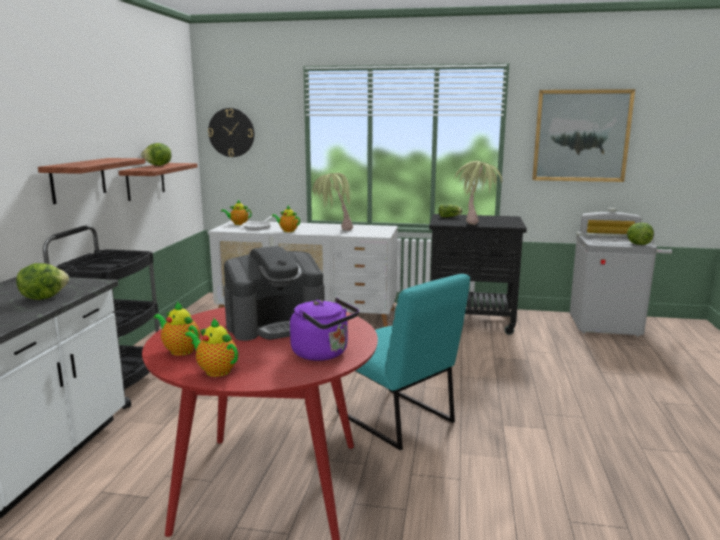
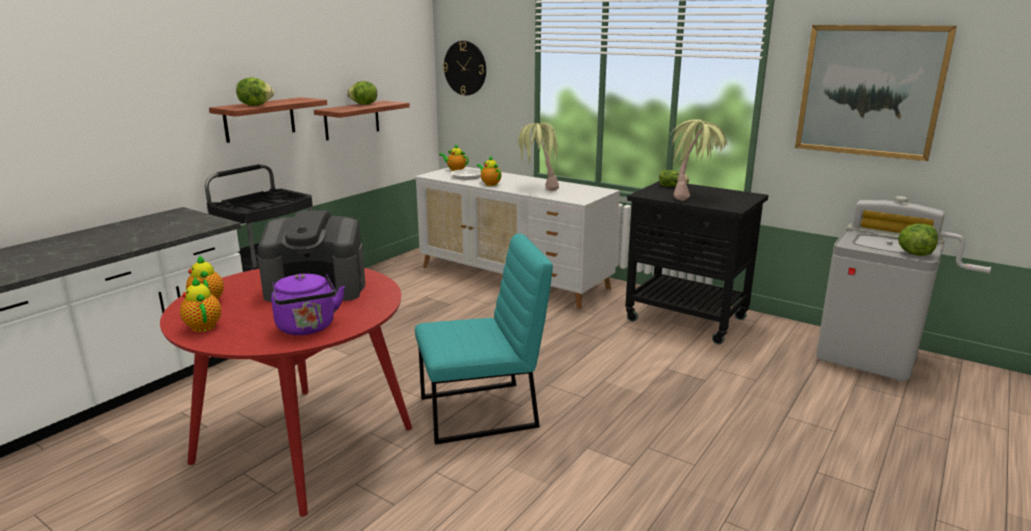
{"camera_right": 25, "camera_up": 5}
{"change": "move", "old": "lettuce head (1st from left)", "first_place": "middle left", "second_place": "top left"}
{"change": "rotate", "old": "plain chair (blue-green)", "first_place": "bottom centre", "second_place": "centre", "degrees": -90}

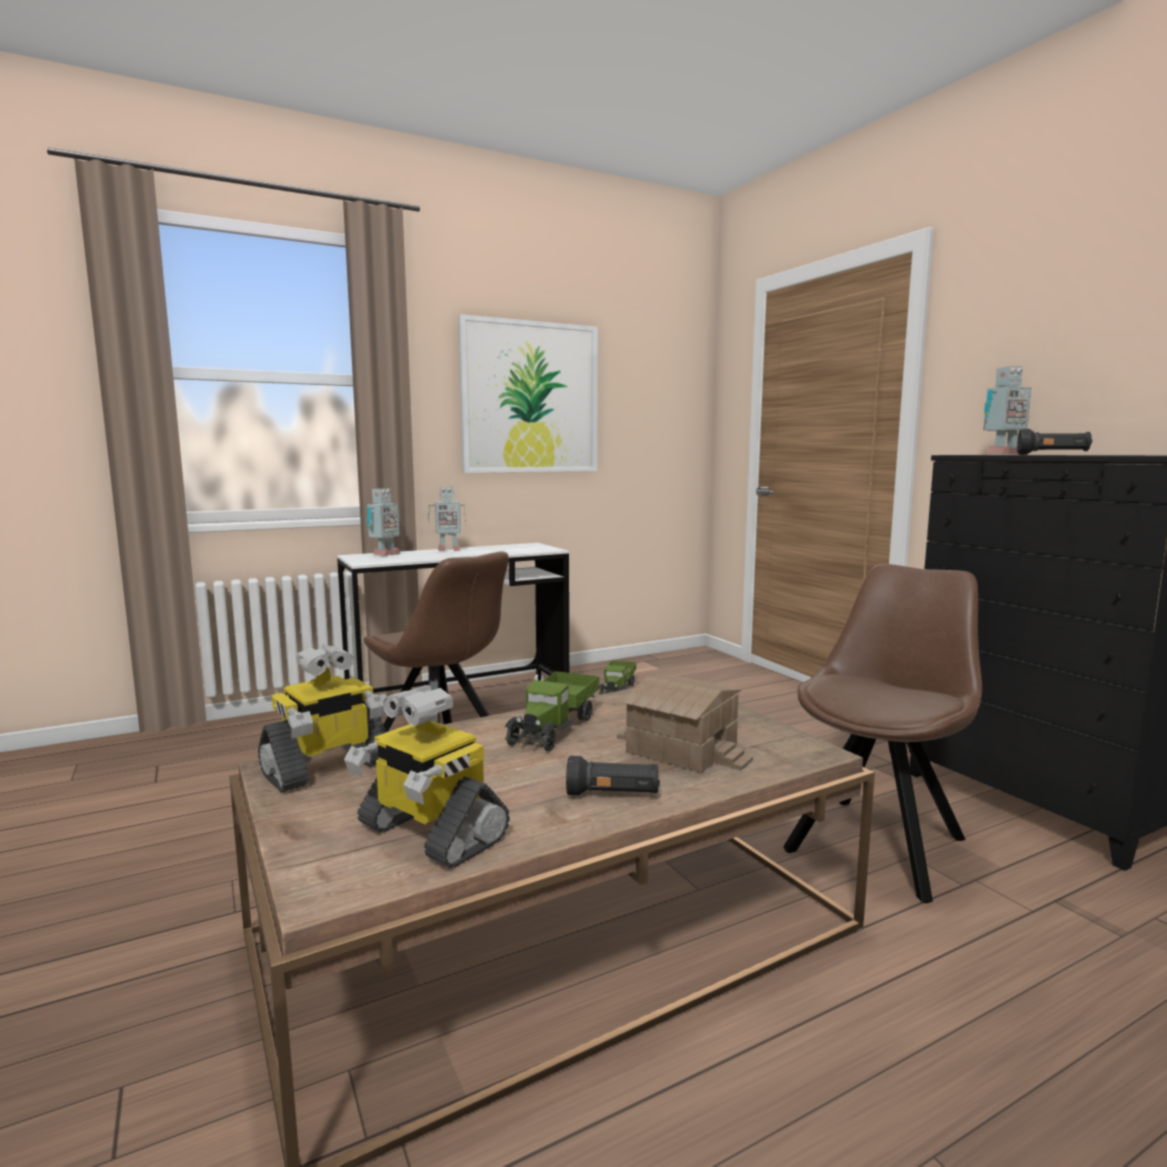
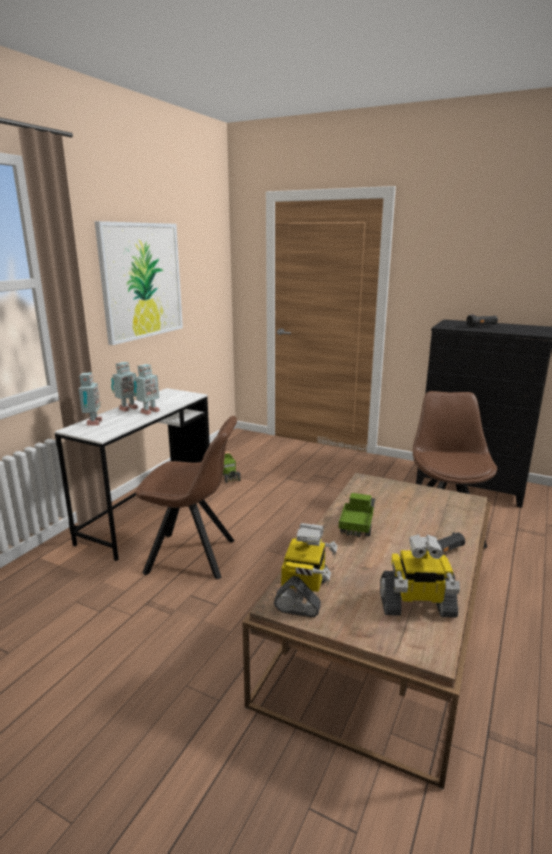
{"camera_right": -35, "camera_up": 10}
{"change": "move", "old": "robot figure (5th from left in the first image)", "new": "robot figure (3rd from left)", "first_place": "middle right", "second_place": "middle left"}
{"change": "rotate", "old": "toy truck (1st from left in the first image)", "first_place": "centre", "second_place": "centre", "degrees": -150}
{"change": "delete", "old": "miniature house", "first_place": "centre"}

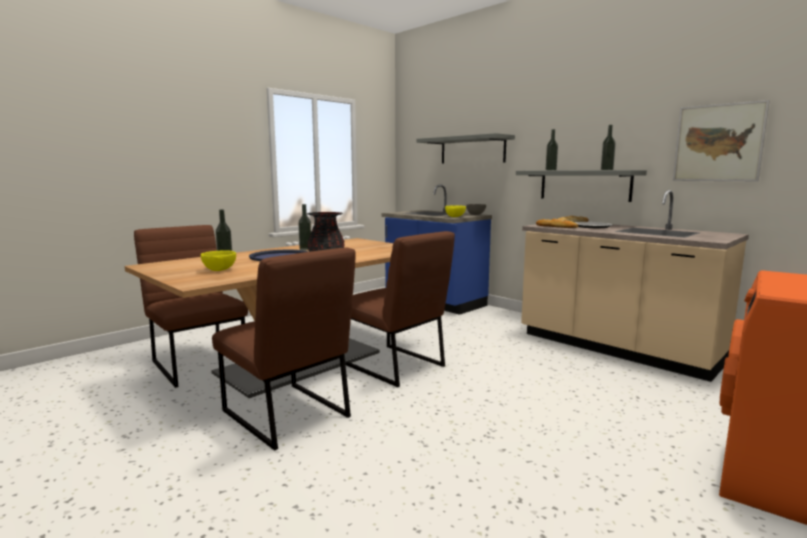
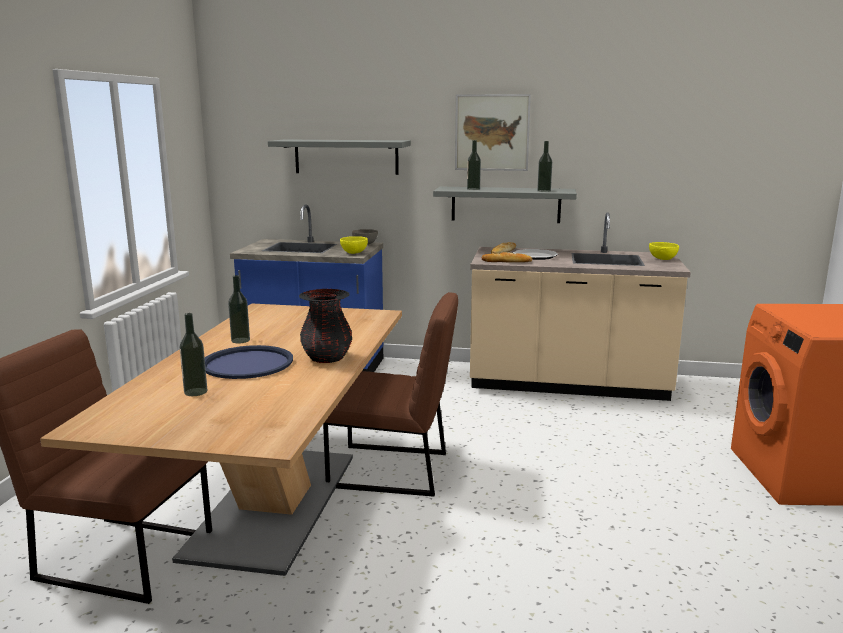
{"camera_right": -35, "camera_up": 5}
{"change": "move", "old": "wall picture", "first_place": "top right", "second_place": "top centre"}
{"change": "delete", "old": "plain chair (brown-coloured) (2nd from left)", "first_place": "centre"}
{"change": "move", "old": "bowl (yellow) (1st from left in the first image)", "new": "bowl (yellow) (2nd from left)", "first_place": "middle left", "second_place": "middle right"}

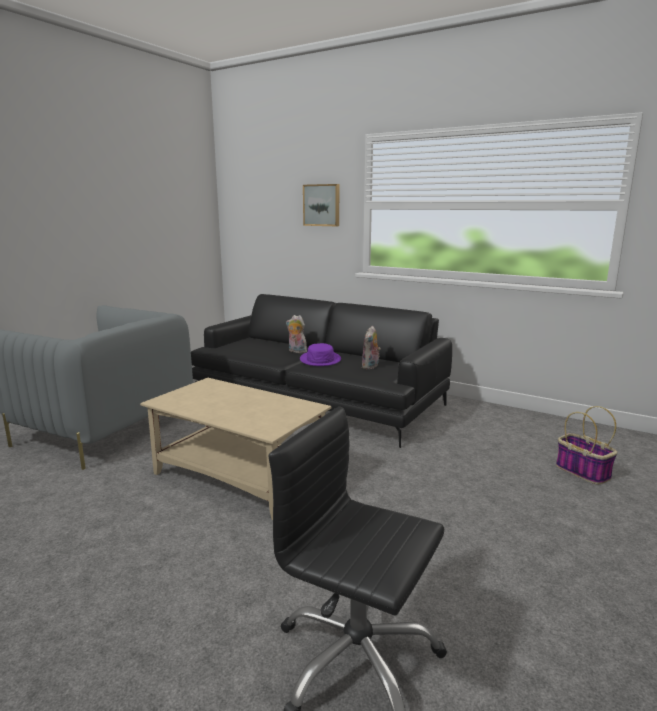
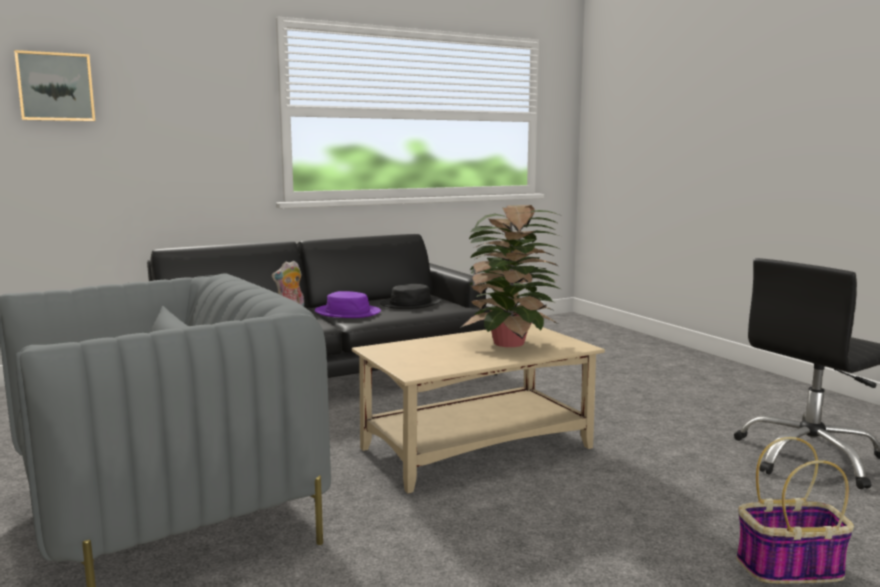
{"camera_right": -60, "camera_up": -5}
{"change": "move", "old": "wall picture", "first_place": "top centre", "second_place": "top left"}
{"change": "replace", "old": "soft toy (2nd from left)", "new": "hat (blackish)", "first_place": "centre", "second_place": "centre"}
{"change": "move", "old": "storage basket", "first_place": "middle right", "second_place": "bottom right"}
{"change": "insert", "new": "houseplant", "second_place": "centre"}

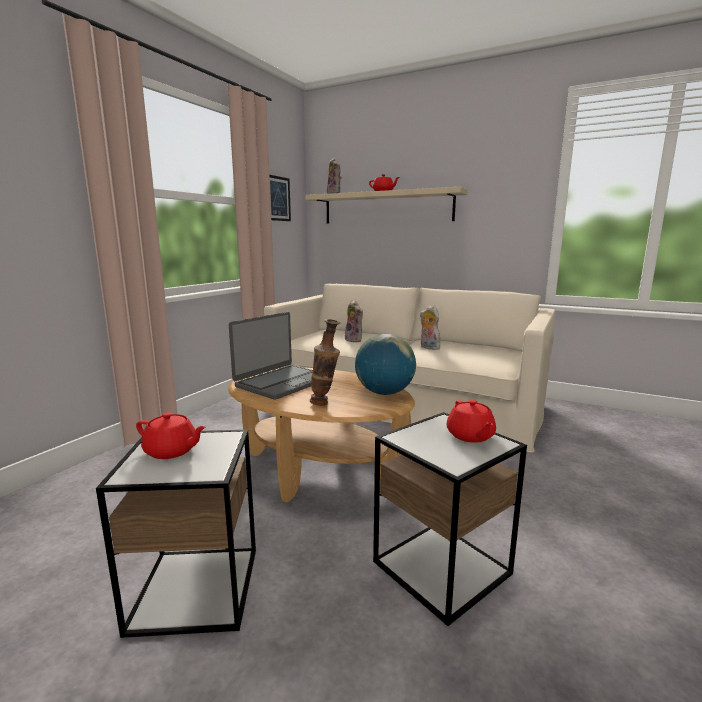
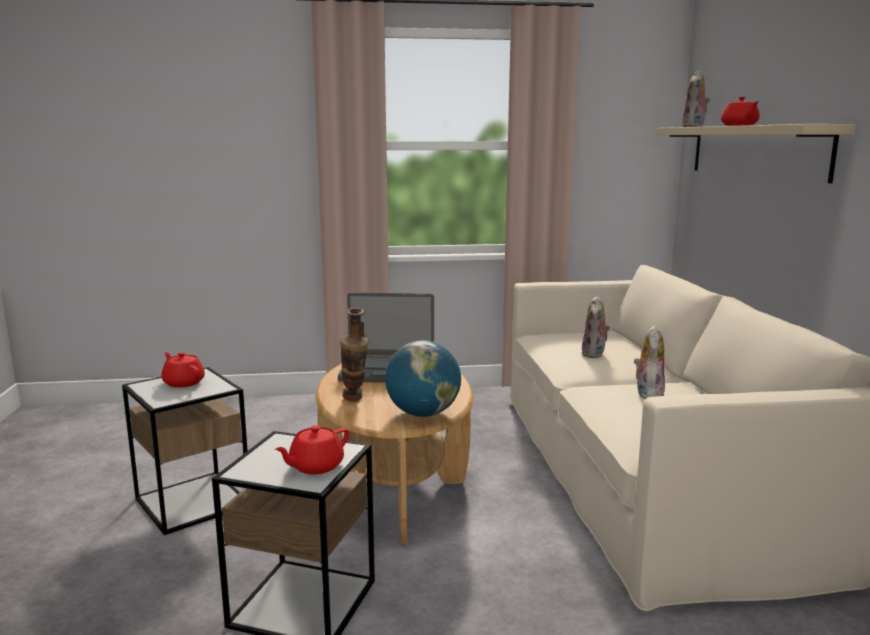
{"camera_right": 55, "camera_up": 0}
{"change": "delete", "old": "wall picture", "first_place": "top centre"}
{"change": "rotate", "old": "tea pot (red) (1st from left)", "first_place": "middle left", "second_place": "middle left", "degrees": 150}

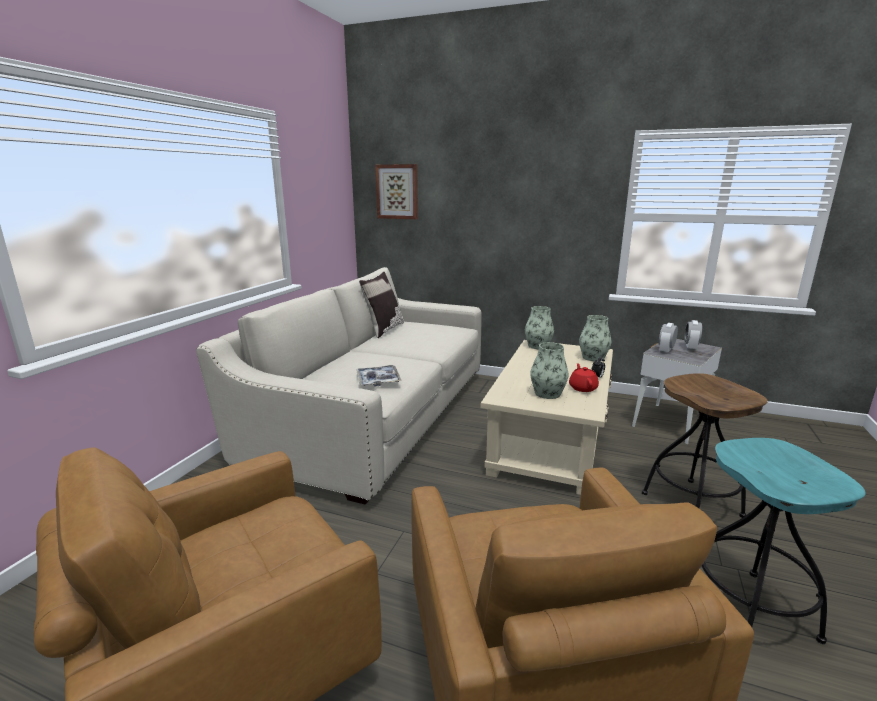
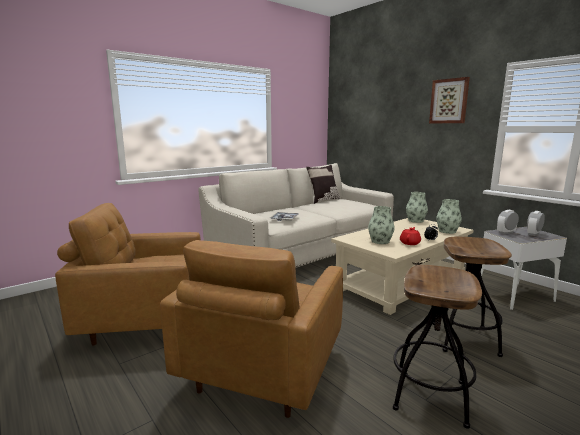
{"camera_right": 30, "camera_up": -5}
{"change": "move", "old": "wall picture", "first_place": "top centre", "second_place": "top right"}
{"change": "recolor", "old": "stool (blue-green)", "new": "stool (brown-coloured) (1st from left)", "first_place": "bottom right", "second_place": "bottom right"}

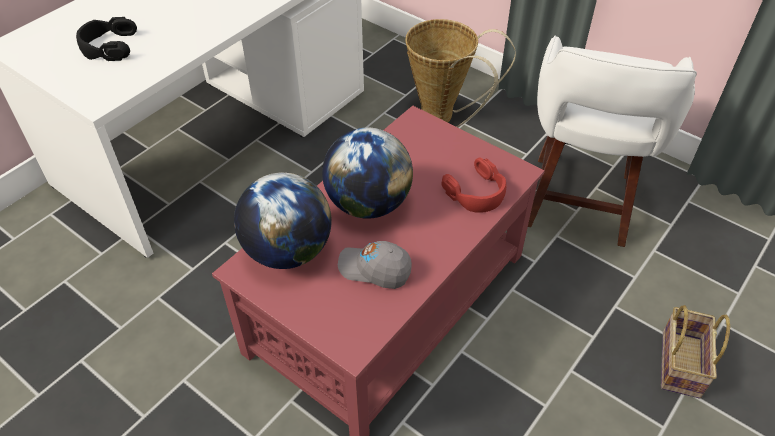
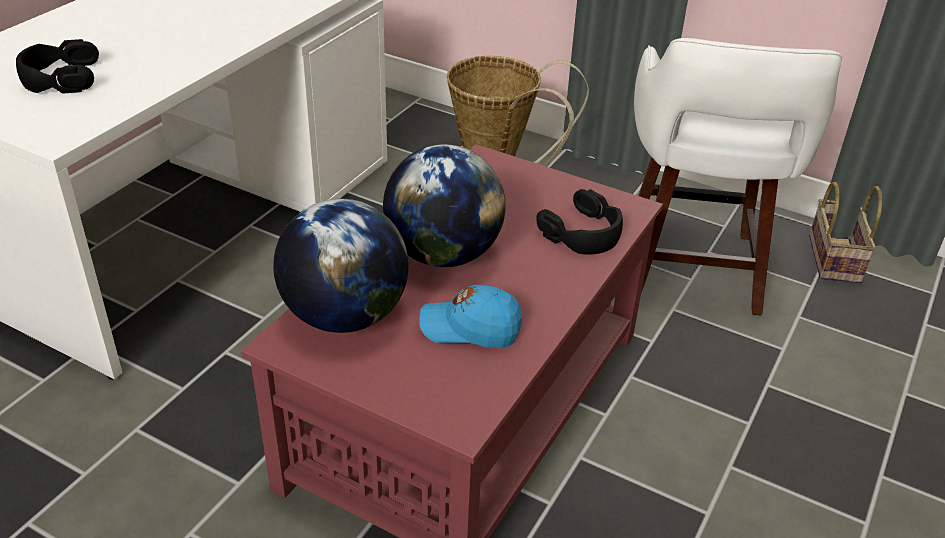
{"camera_right": -10, "camera_up": -10}
{"change": "recolor", "old": "headset (red)", "new": "headset (blackish) (2nd from left)", "first_place": "centre", "second_place": "centre"}
{"change": "recolor", "old": "cap (gray)", "new": "cap (blue-coloured)", "first_place": "centre", "second_place": "centre"}
{"change": "move", "old": "storage basket (2nd from left)", "first_place": "bottom right", "second_place": "middle right"}

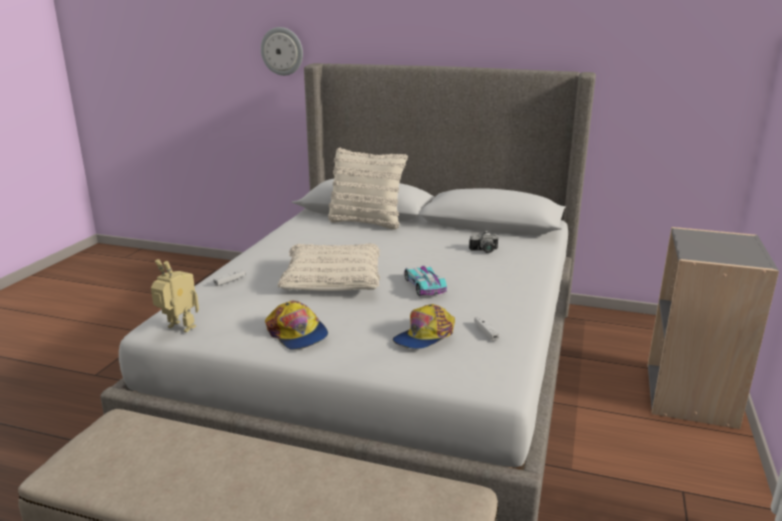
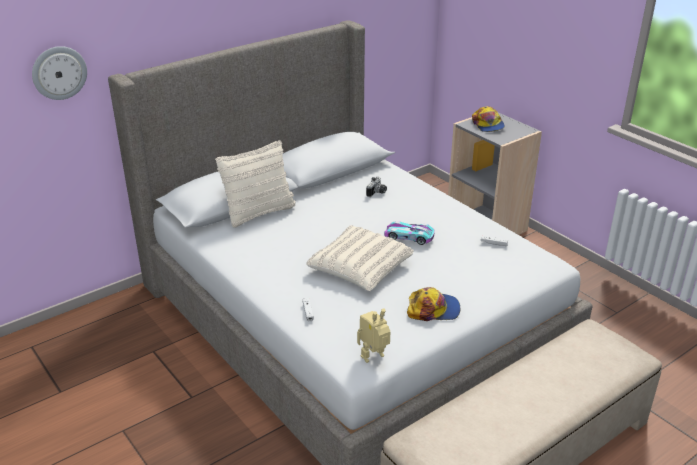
{"camera_right": -55, "camera_up": 10}
{"change": "move", "old": "cap (2nd from left)", "first_place": "centre", "second_place": "top right"}

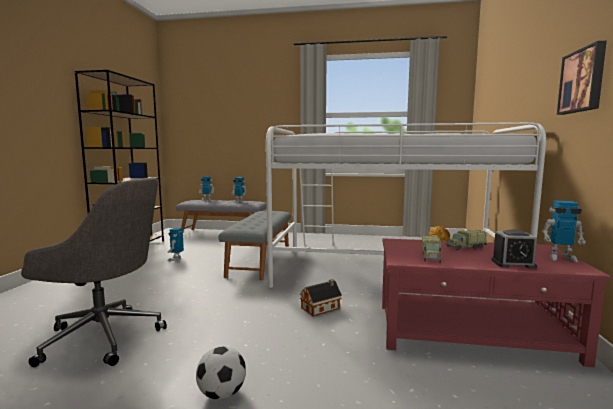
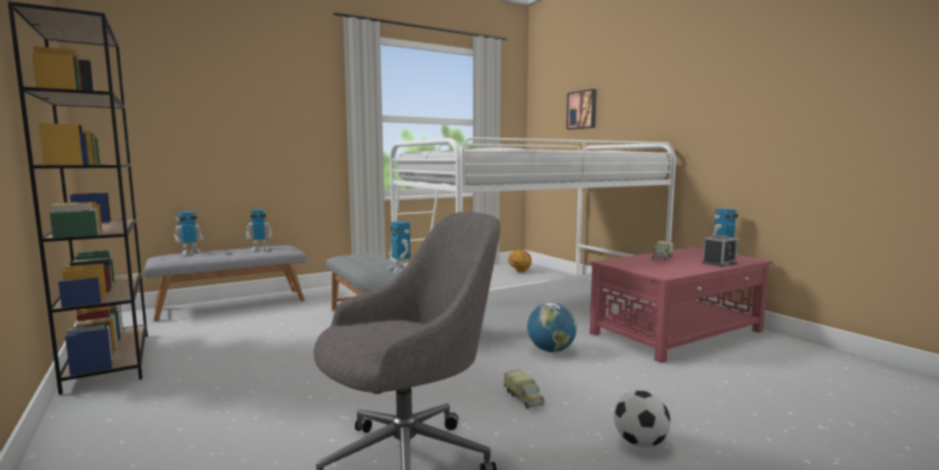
{"camera_right": -40, "camera_up": 0}
{"change": "move", "old": "wall picture", "first_place": "top right", "second_place": "top centre"}
{"change": "move", "old": "robot figure (1st from left in the first image)", "new": "robot figure (3rd from left)", "first_place": "middle left", "second_place": "centre"}
{"change": "move", "old": "toy truck (1st from left)", "first_place": "middle right", "second_place": "bottom centre"}
{"change": "replace", "old": "miniature house", "new": "globe", "first_place": "bottom centre", "second_place": "bottom centre"}

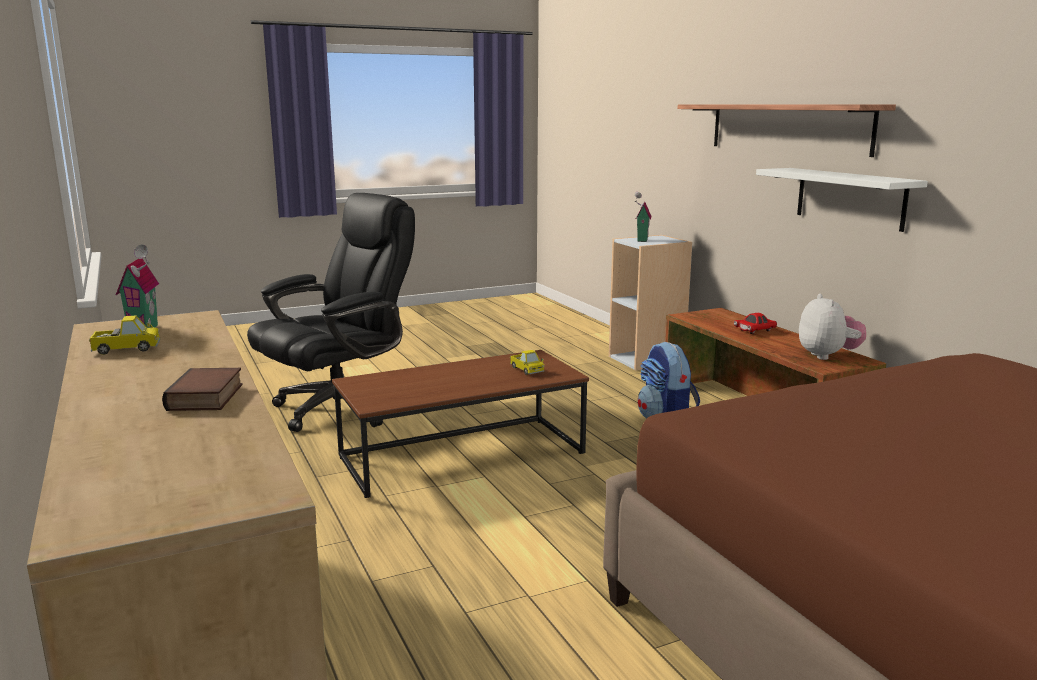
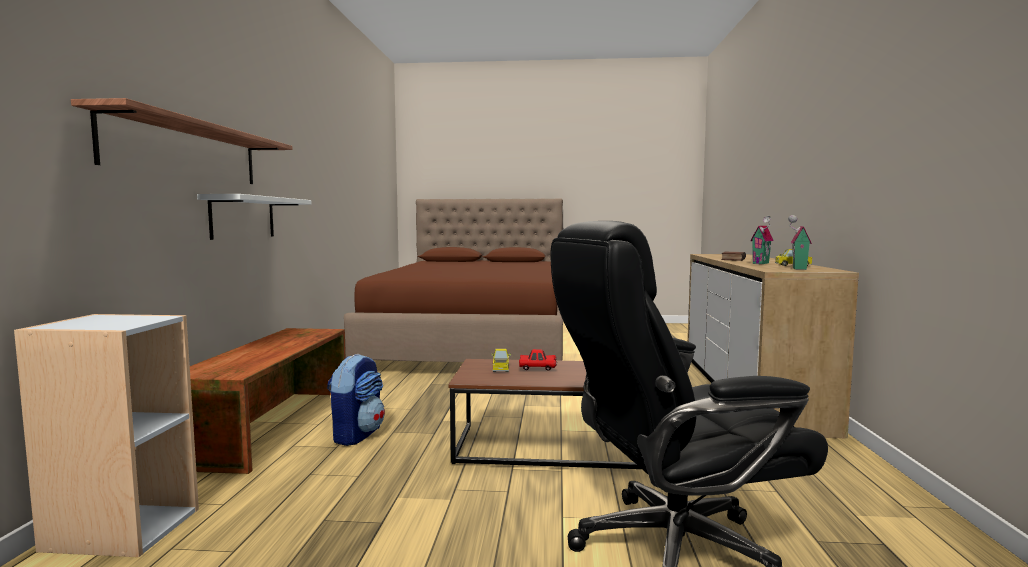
{"camera_right": -150, "camera_up": -10}
{"change": "move", "old": "miniature house (2nd from left in the first image)", "new": "miniature house (1st from left)", "first_place": "top centre", "second_place": "middle right"}
{"change": "delete", "old": "soft toy", "first_place": "middle right"}
{"change": "move", "old": "toy car (red)", "first_place": "middle right", "second_place": "centre"}

